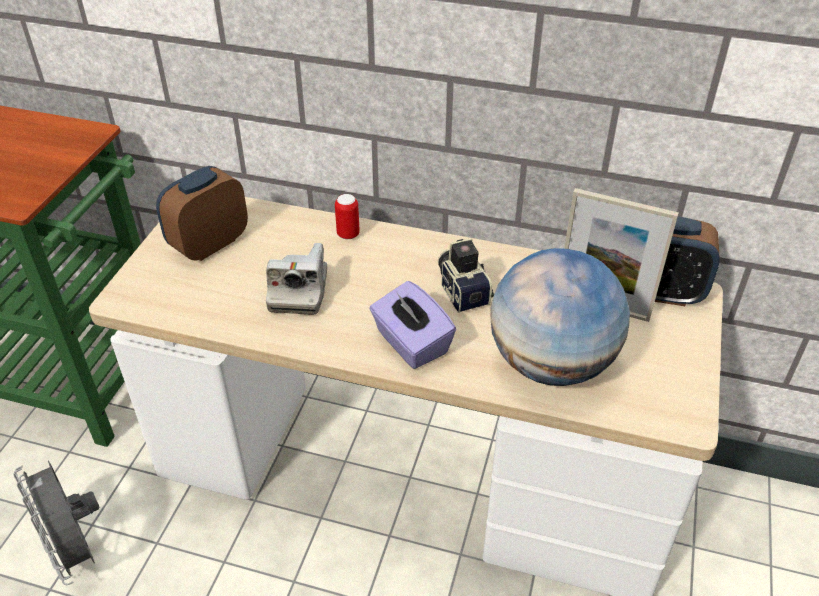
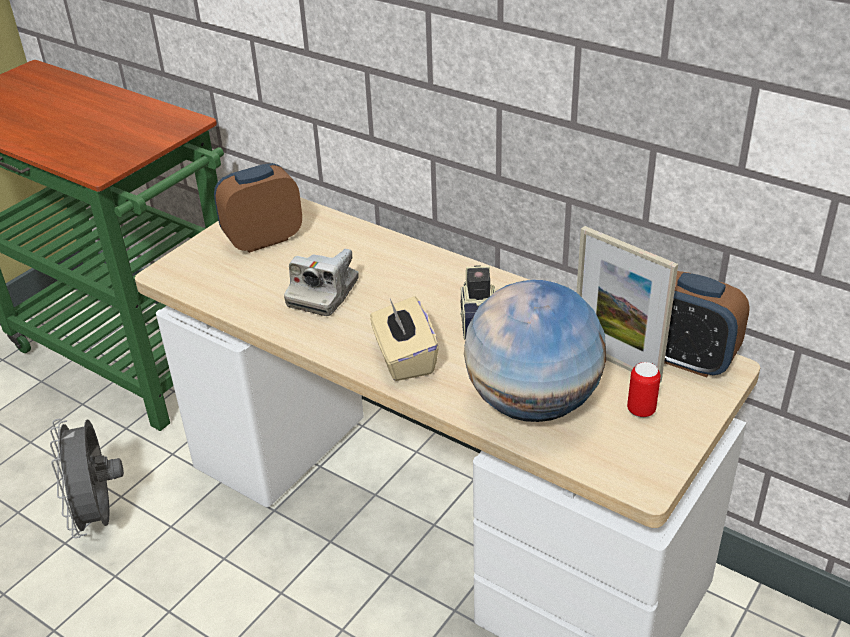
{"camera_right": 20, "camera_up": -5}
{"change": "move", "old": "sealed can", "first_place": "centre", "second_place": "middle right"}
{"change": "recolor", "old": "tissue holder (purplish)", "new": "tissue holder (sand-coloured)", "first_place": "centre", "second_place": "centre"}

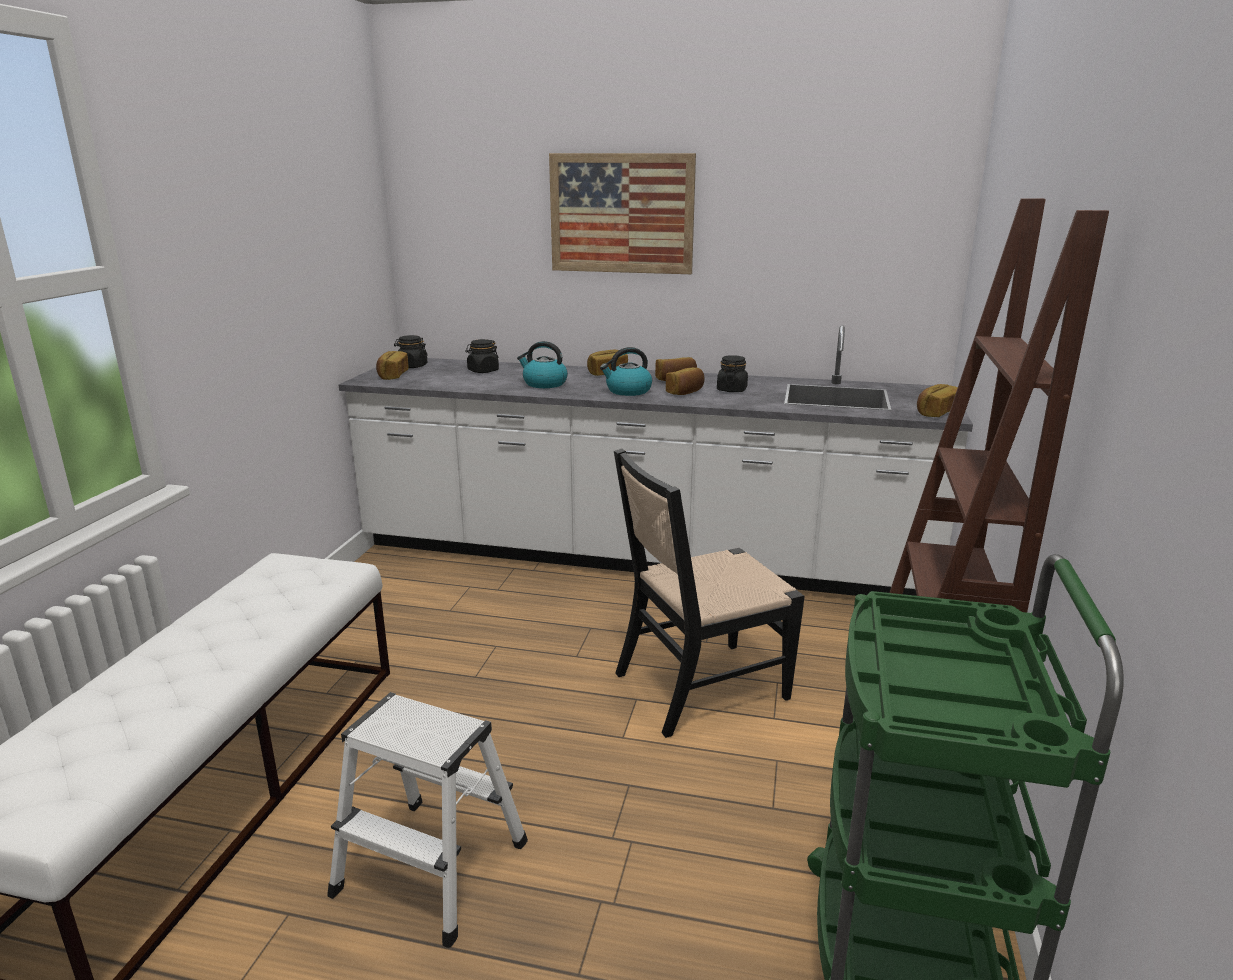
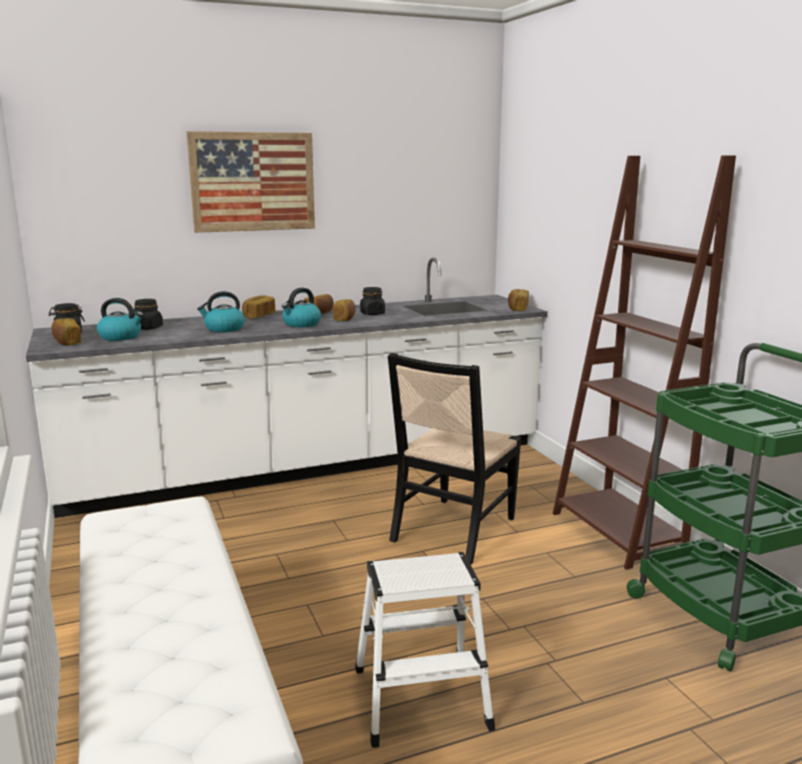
{"camera_right": -35, "camera_up": -5}
{"change": "insert", "new": "kettle (1st from left)", "second_place": "middle left"}

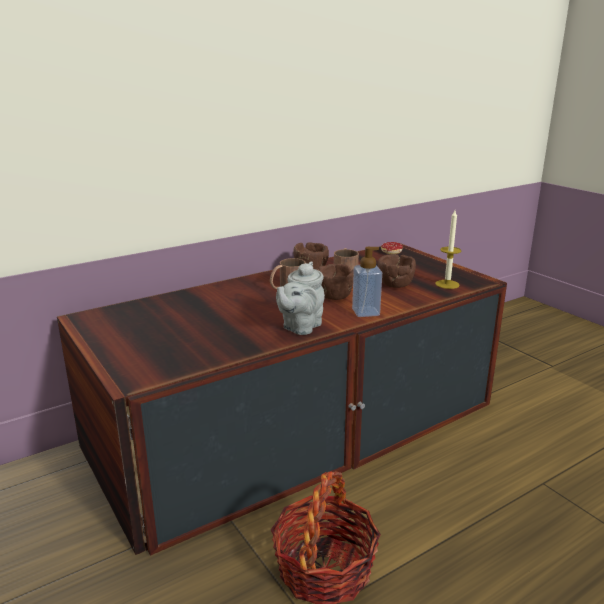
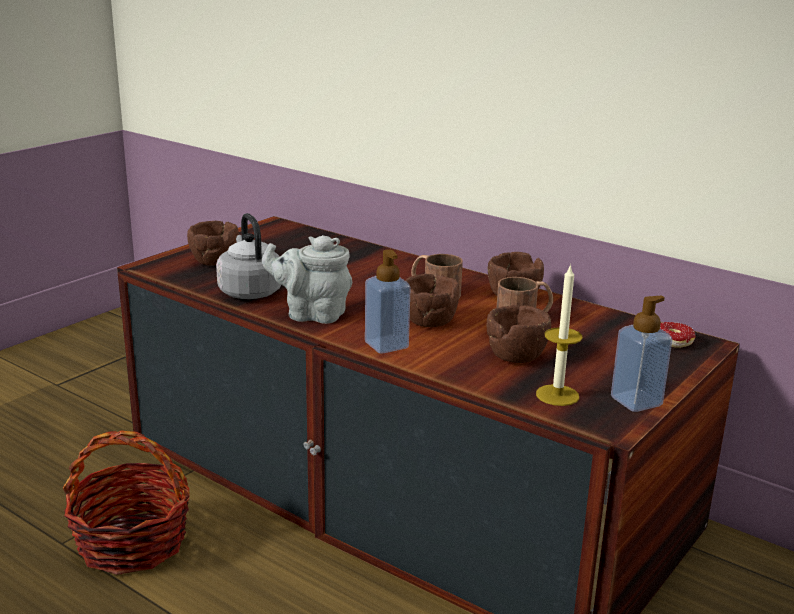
{"camera_right": 70, "camera_up": 0}
{"change": "insert", "new": "kettle (gray)", "second_place": "middle left"}
{"change": "insert", "new": "bowl (brown-coloured) (1st from left)", "second_place": "middle left"}
{"change": "insert", "new": "soap bottle (2nd from left)", "second_place": "middle right"}

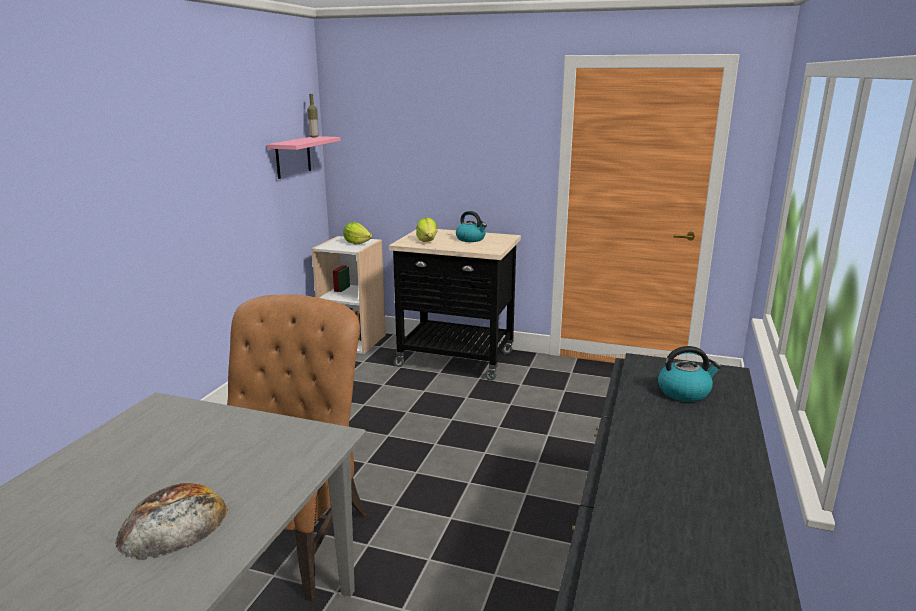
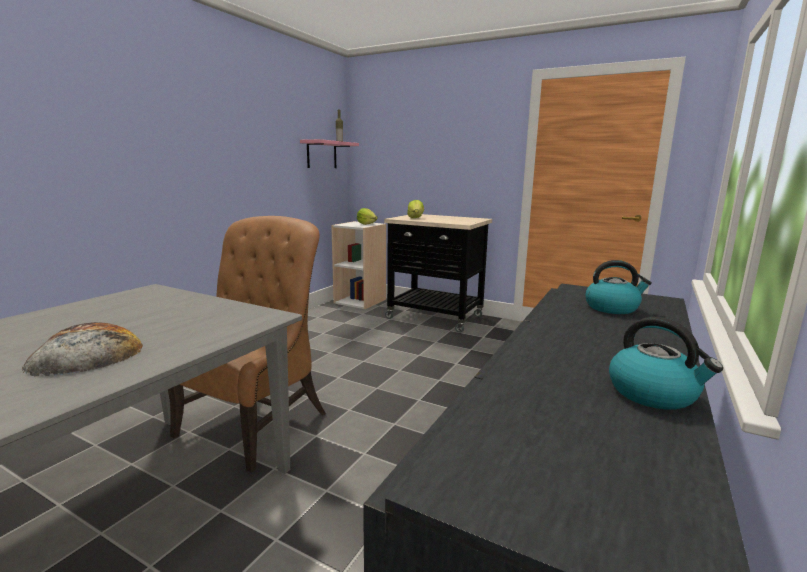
{"camera_right": 10, "camera_up": -5}
{"change": "move", "old": "kettle (1st from left in the first image)", "new": "kettle (2nd from left)", "first_place": "centre", "second_place": "middle right"}

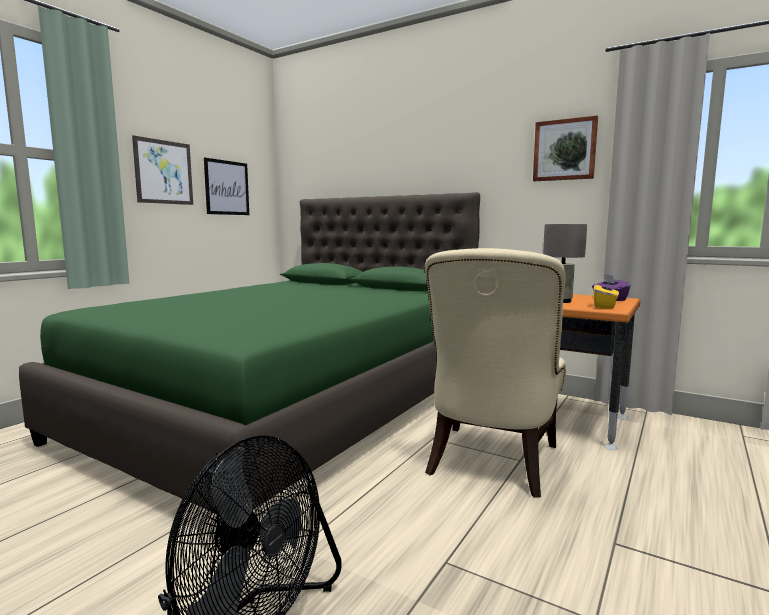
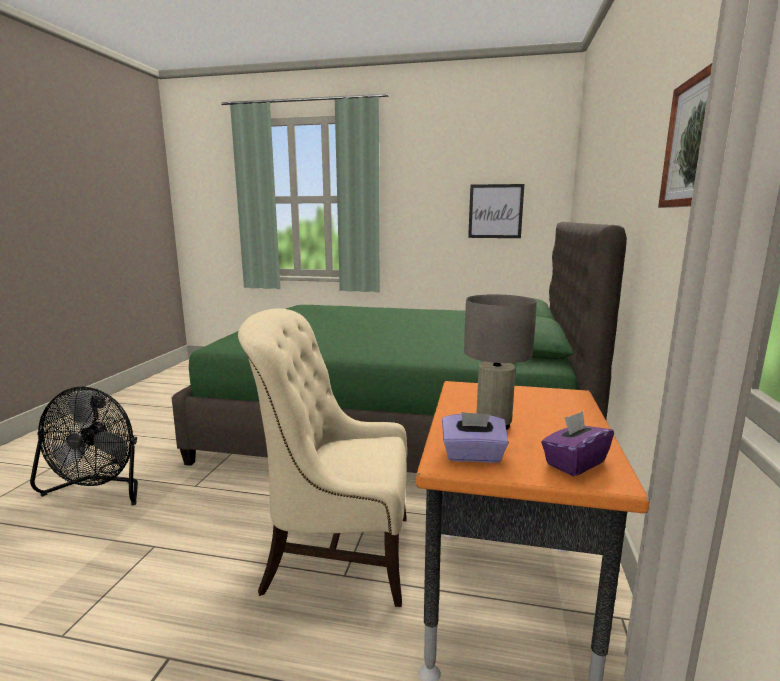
{"camera_right": 70, "camera_up": 5}
{"change": "delete", "old": "wall picture (1st from left)", "first_place": "top left"}
{"change": "recolor", "old": "tissue holder (yellow)", "new": "tissue holder (purplish) (1st from left)", "first_place": "middle right", "second_place": "centre"}

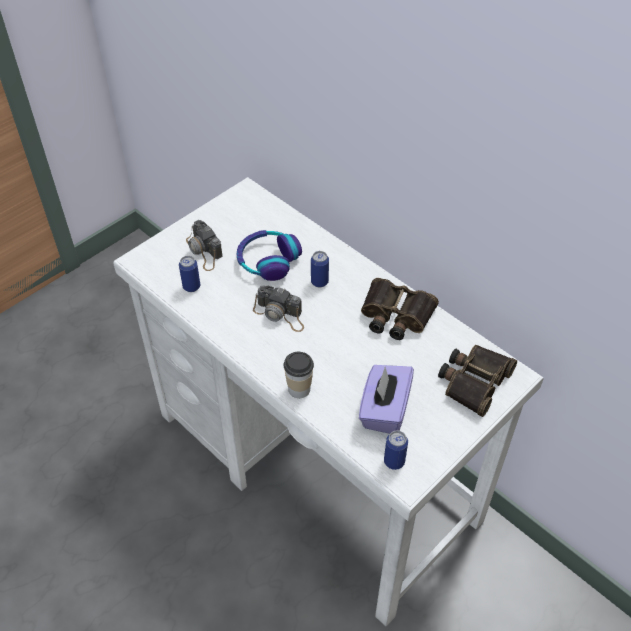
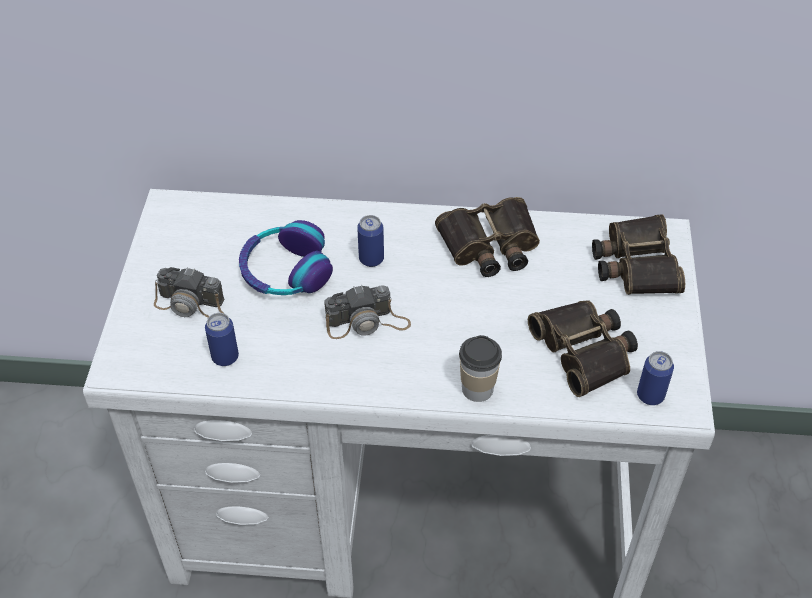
{"camera_right": -40, "camera_up": 0}
{"change": "replace", "old": "tissue holder (purplish)", "new": "pair of binoculars (2nd from left)", "first_place": "centre", "second_place": "middle right"}

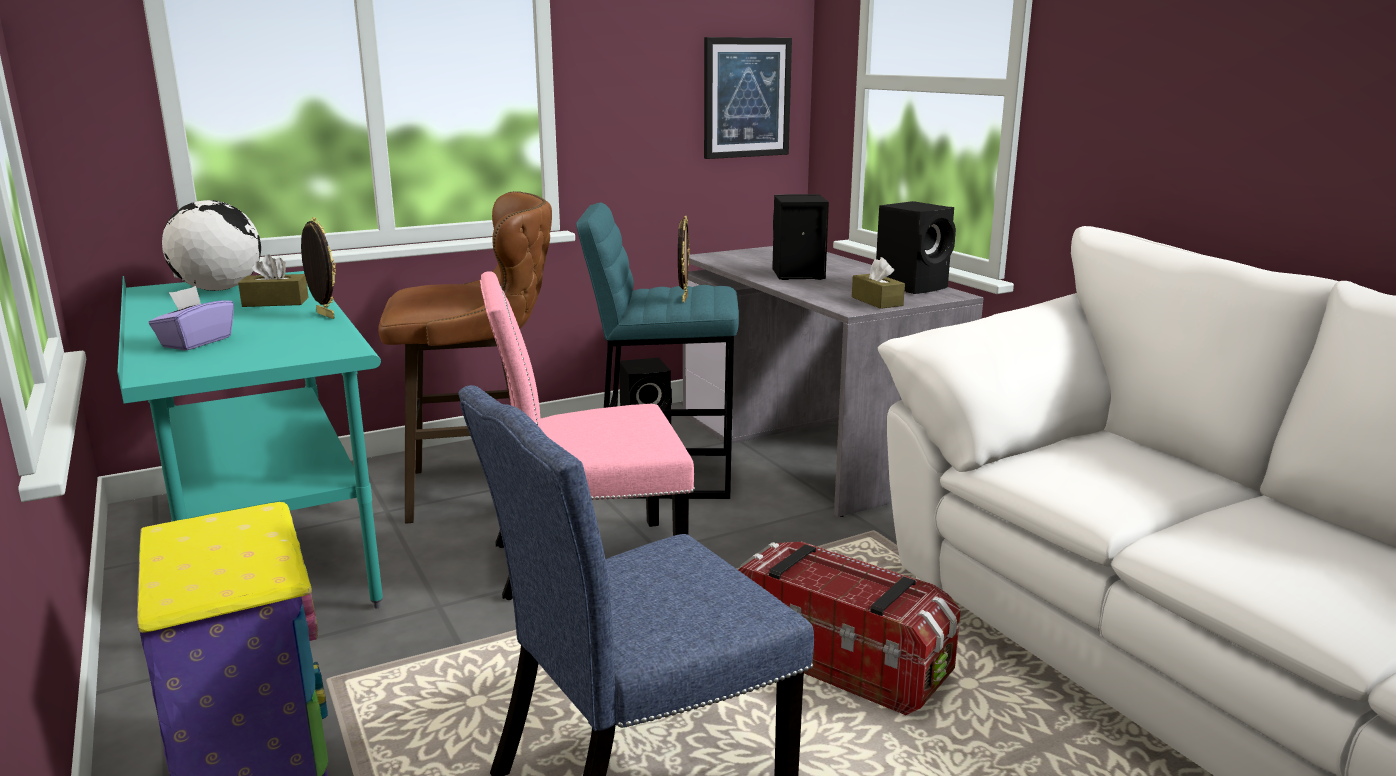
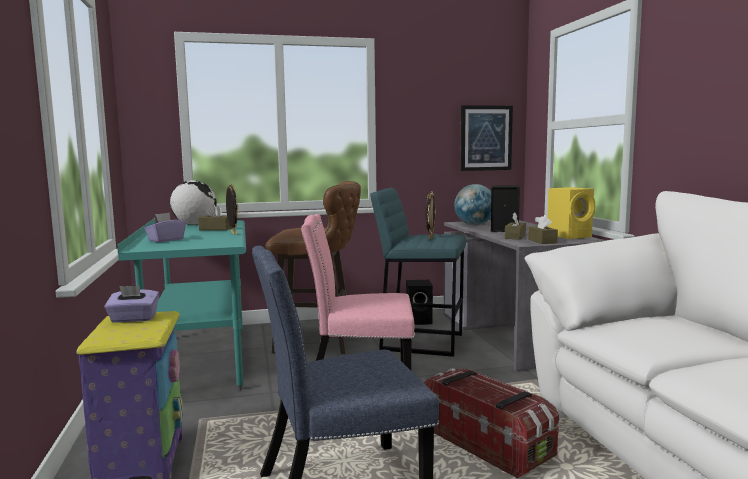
{"camera_right": 15, "camera_up": -10}
{"change": "recolor", "old": "audio speaker (blackish) (3rd from left)", "new": "audio speaker (yellow)", "first_place": "top centre", "second_place": "middle right"}
{"change": "insert", "new": "globe (2nd from left)", "second_place": "centre"}
{"change": "insert", "new": "tissue holder (brown-coloured) (2nd from left)", "second_place": "middle right"}
{"change": "insert", "new": "tissue holder (purplish) (1st from left)", "second_place": "middle left"}

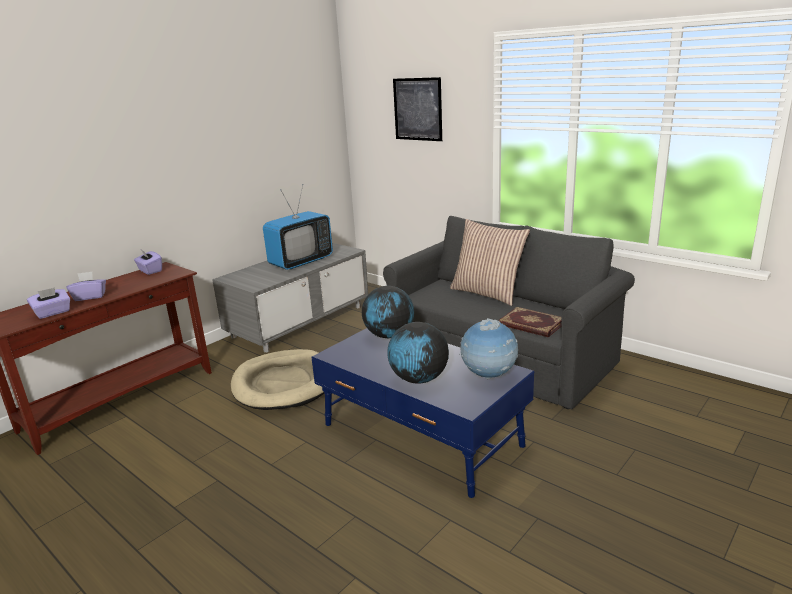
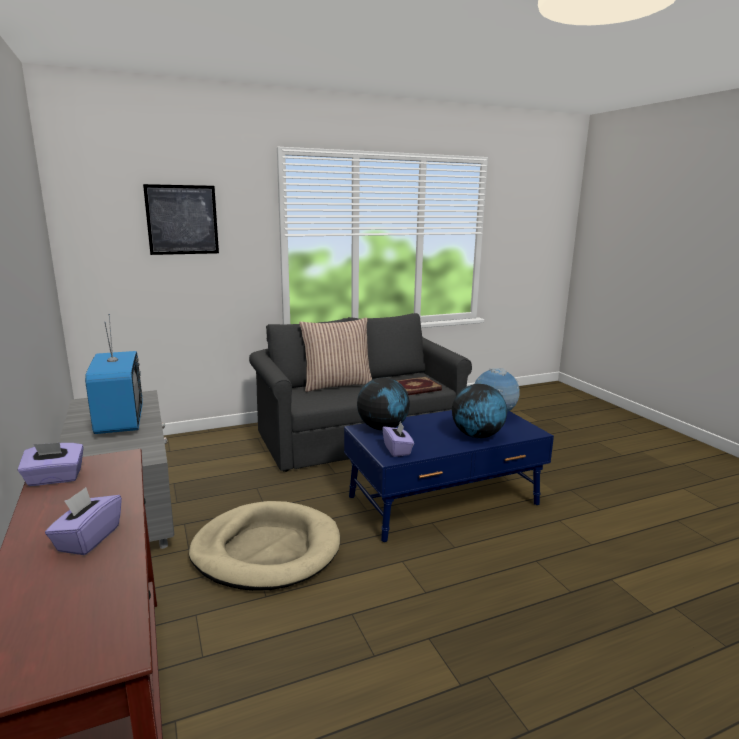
{"camera_right": -65, "camera_up": -5}
{"change": "move", "old": "tissue holder (purplish) (1st from left in the first image)", "new": "tissue holder (purplish) (3rd from left)", "first_place": "middle left", "second_place": "centre"}

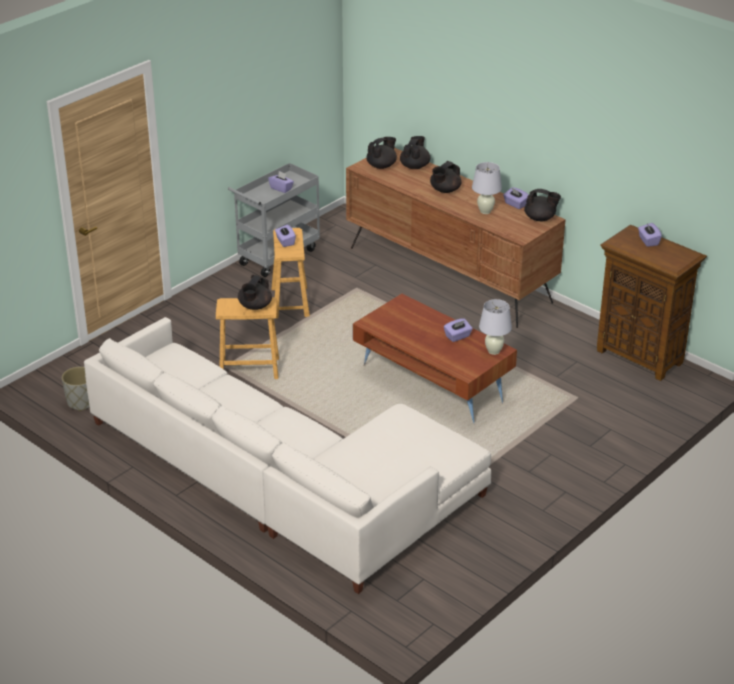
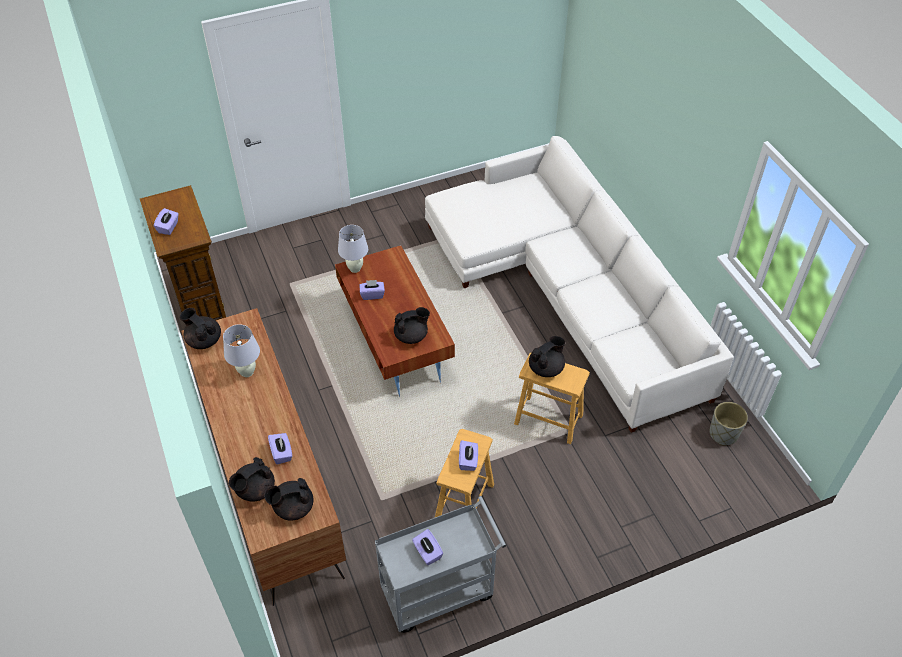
{"camera_right": -155, "camera_up": 15}
{"change": "move", "old": "tea pot (blackish) (4th from left)", "first_place": "top centre", "second_place": "centre"}
{"change": "move", "old": "tissue holder (purplish) (4th from left in the first image)", "new": "tissue holder (purplish) (2nd from left)", "first_place": "top right", "second_place": "bottom left"}

